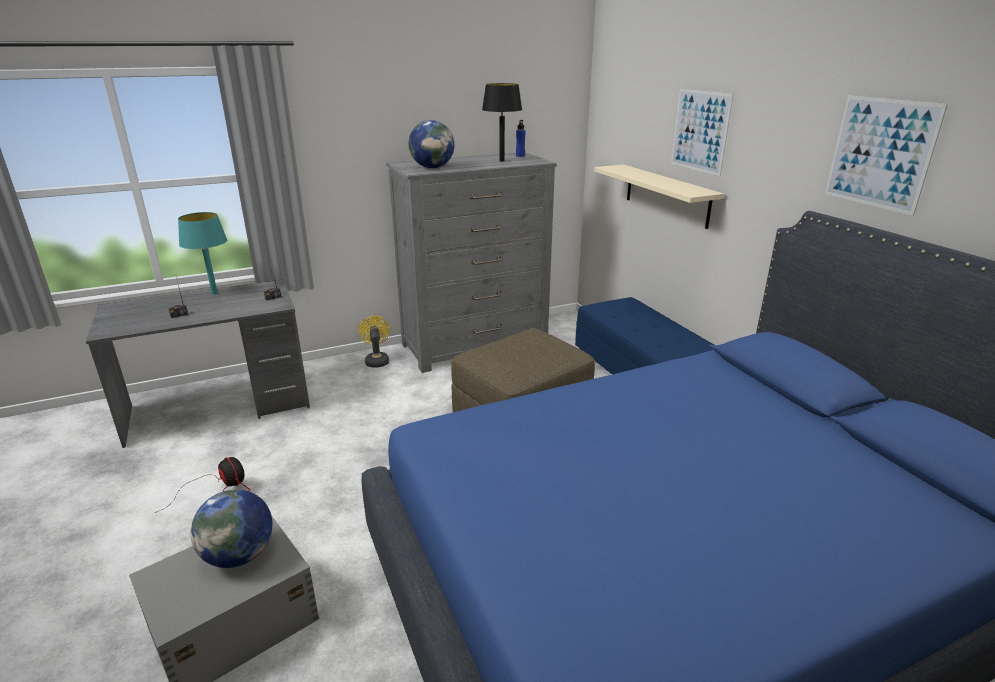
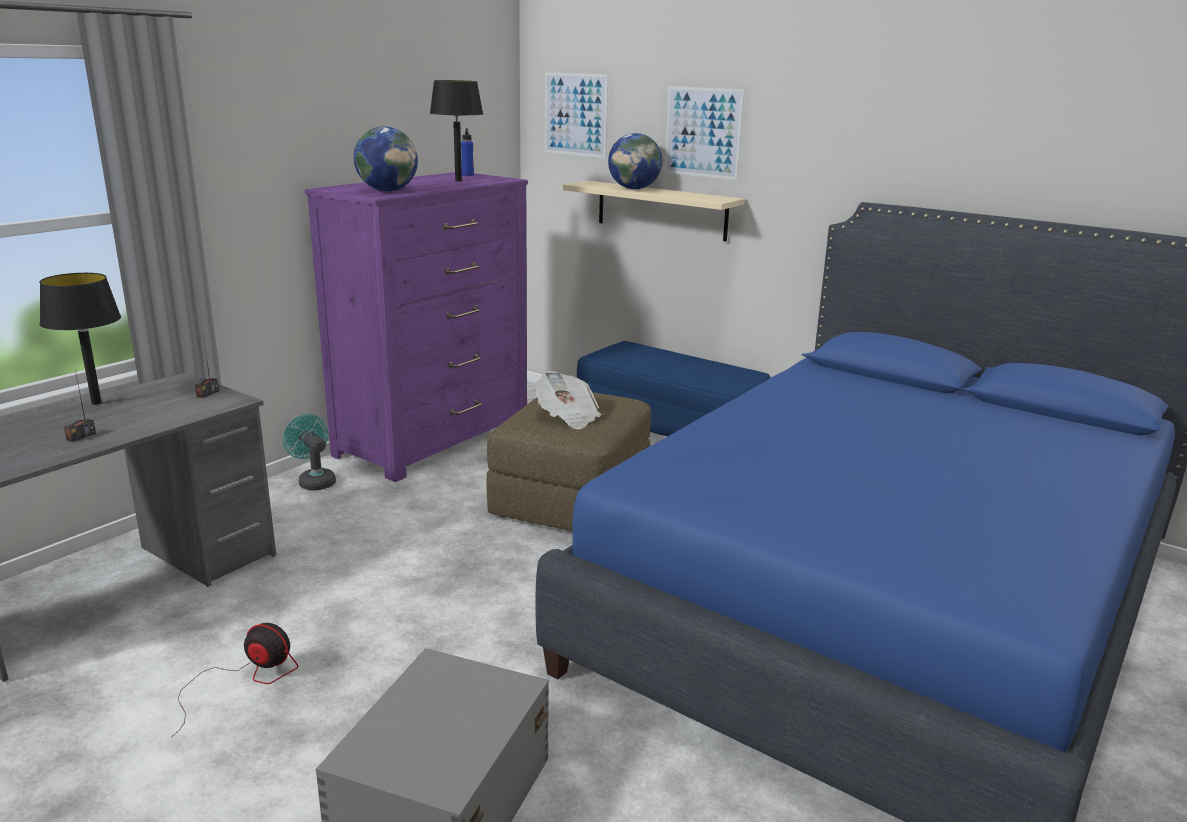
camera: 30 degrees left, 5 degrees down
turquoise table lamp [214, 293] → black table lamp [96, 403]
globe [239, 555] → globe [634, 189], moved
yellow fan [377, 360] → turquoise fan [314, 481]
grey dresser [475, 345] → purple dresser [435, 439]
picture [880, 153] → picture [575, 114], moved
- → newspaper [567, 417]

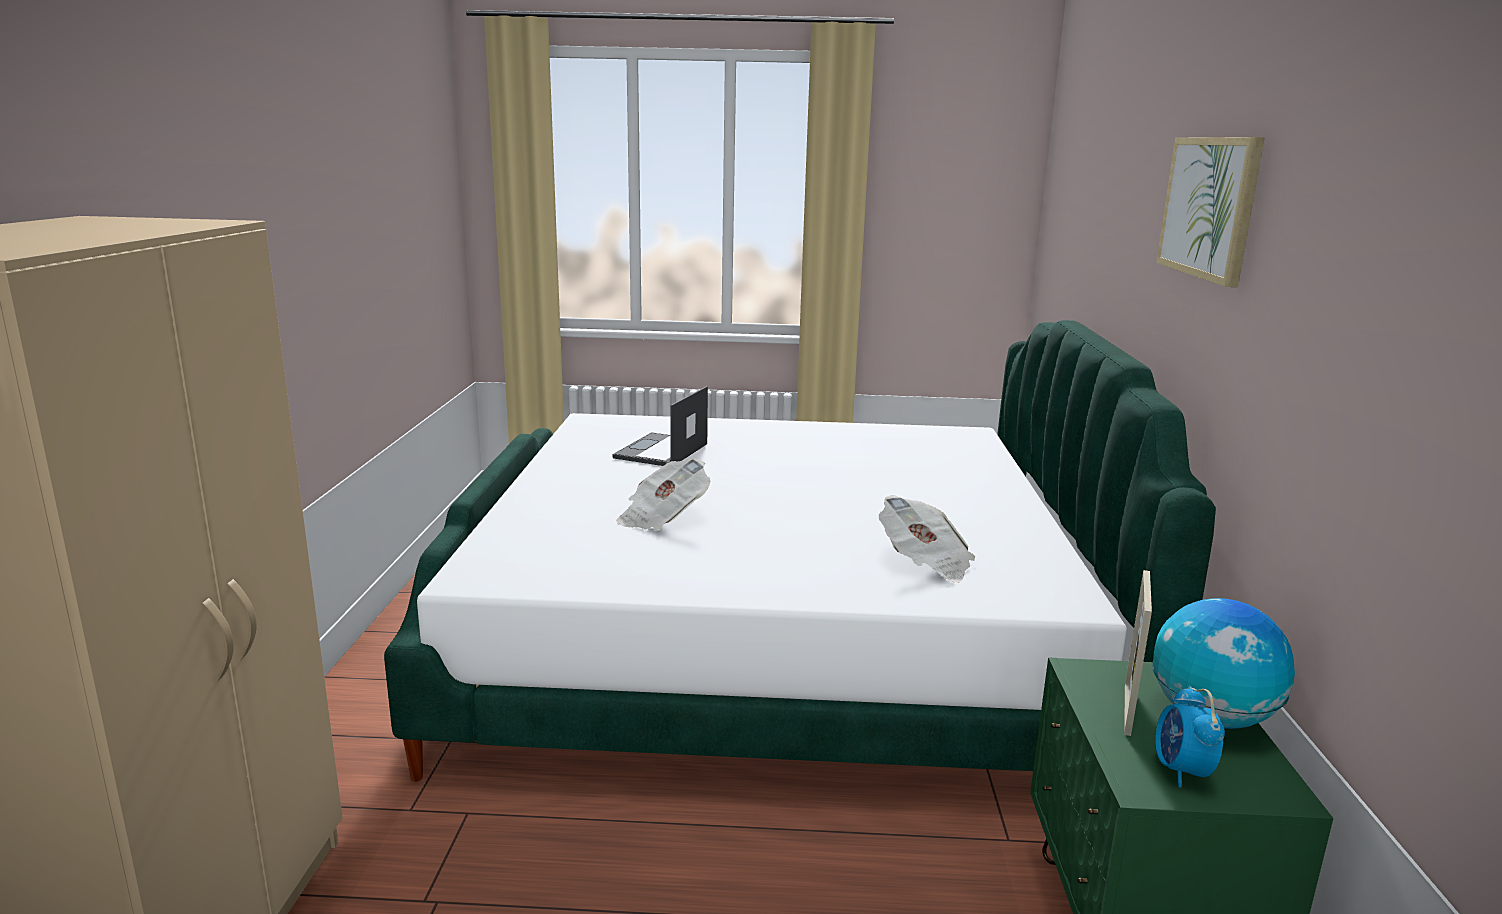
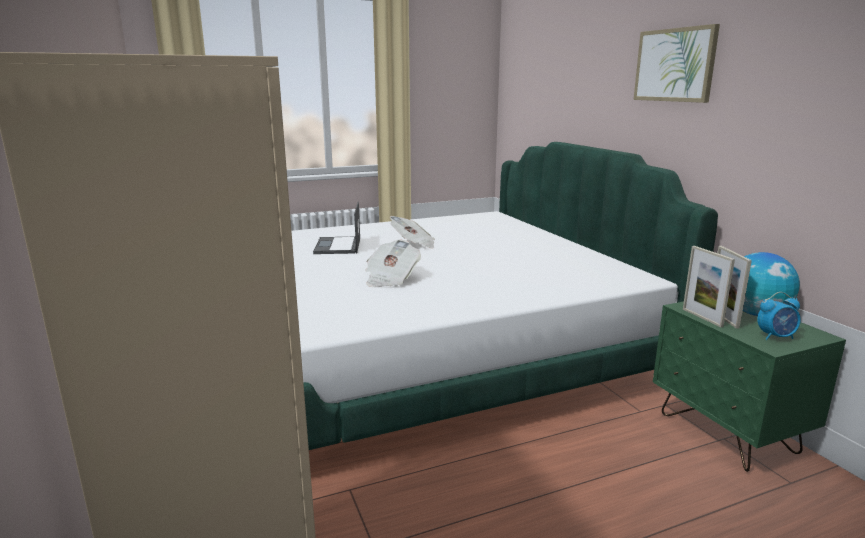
camera: 25 degrees left, 0 degrees up
newspaper [925, 563] → newspaper [413, 244], moved
alarm clock [1181, 771] → alarm clock [776, 337], 75 degrees counterclockwise
- → picture frame [702, 317]

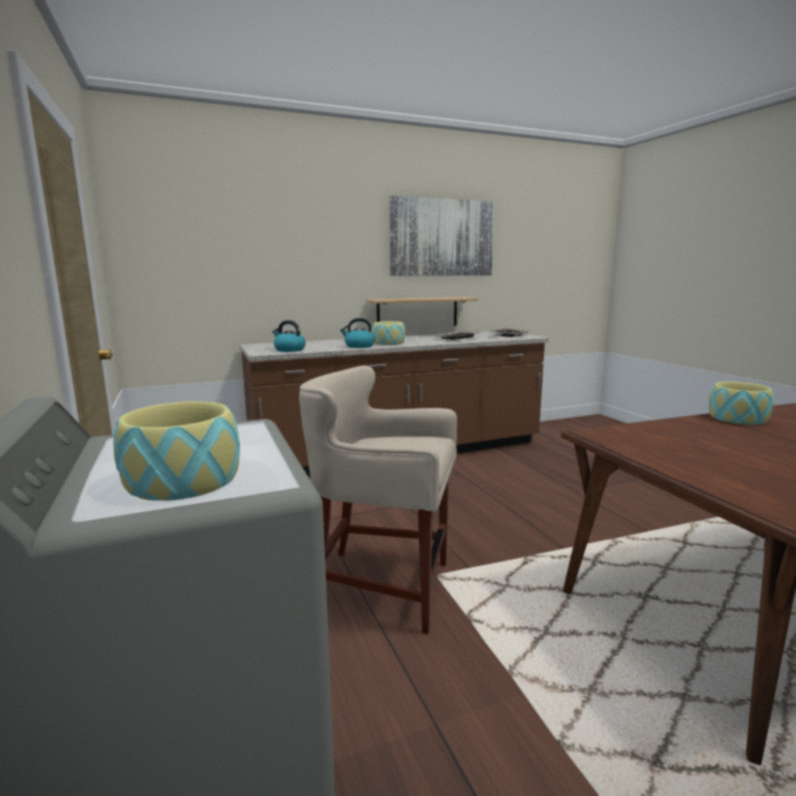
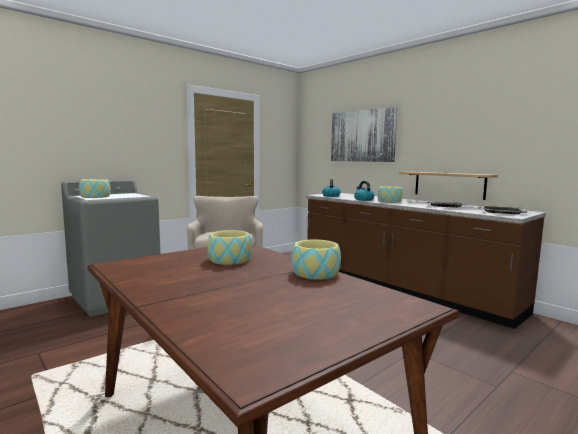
camera: 70 degrees right, 5 degrees down
picture [442, 238] → picture [362, 136], moved
- → bowl [229, 260]

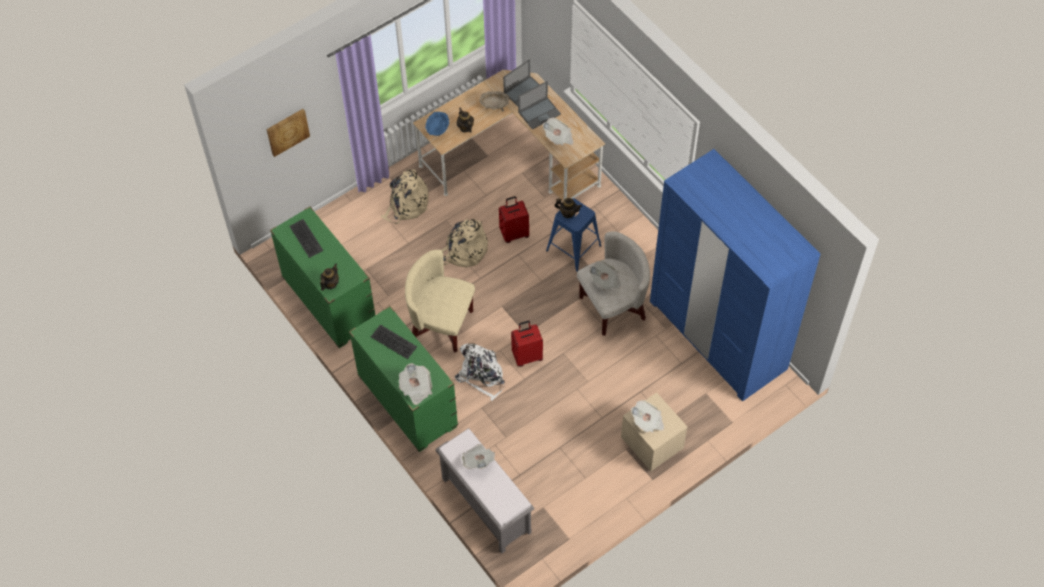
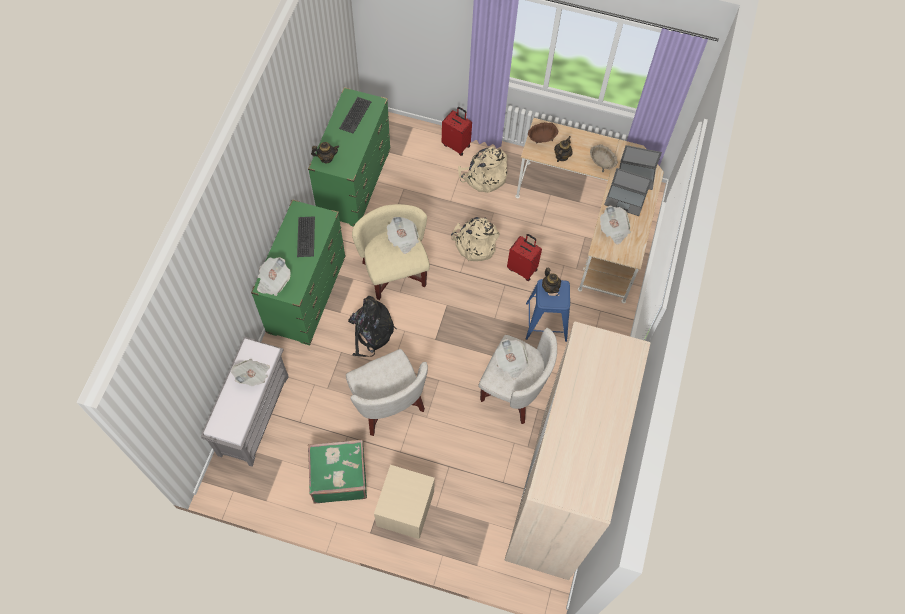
camera: 50 degrees right, 5 degrees up
picture [287, 131] → -
blue bowl [438, 130] → brown bowl [541, 139]
white backpack [481, 375] → black backpack [371, 332]
red suitcase [527, 356] → red suitcase [456, 145], moved
newspaper [647, 421] → newspaper [403, 239], moved
blue wardrobe [717, 335] → beige wardrobe [555, 494]
- → green suitcase [338, 476]
- → white armchair [387, 403]

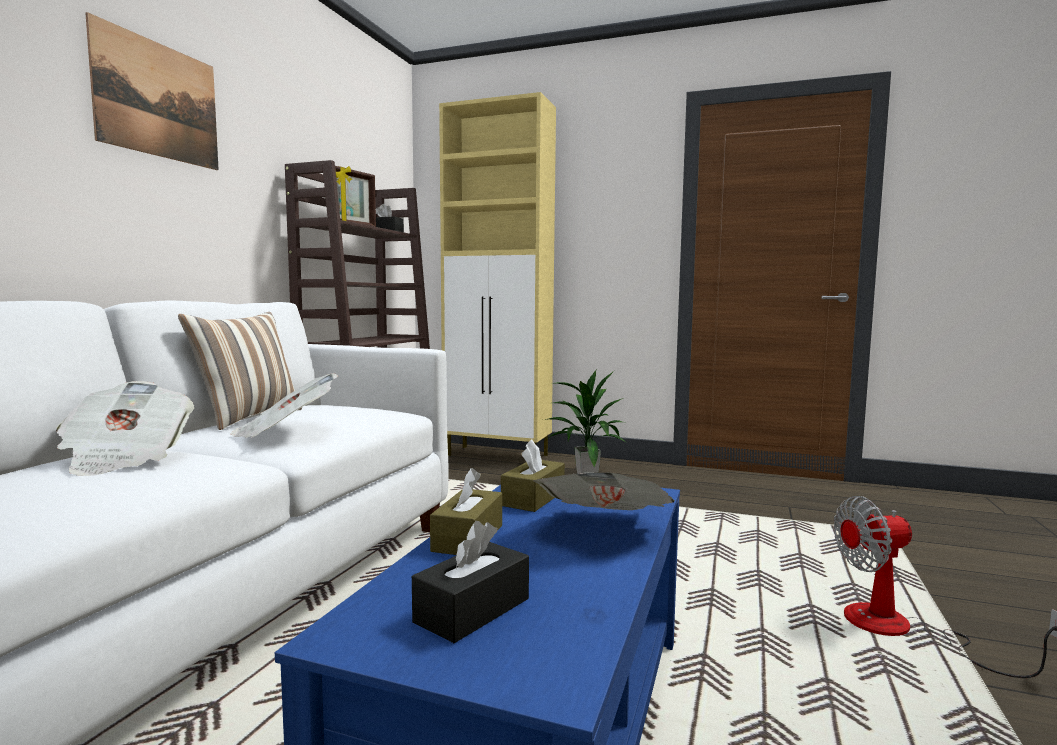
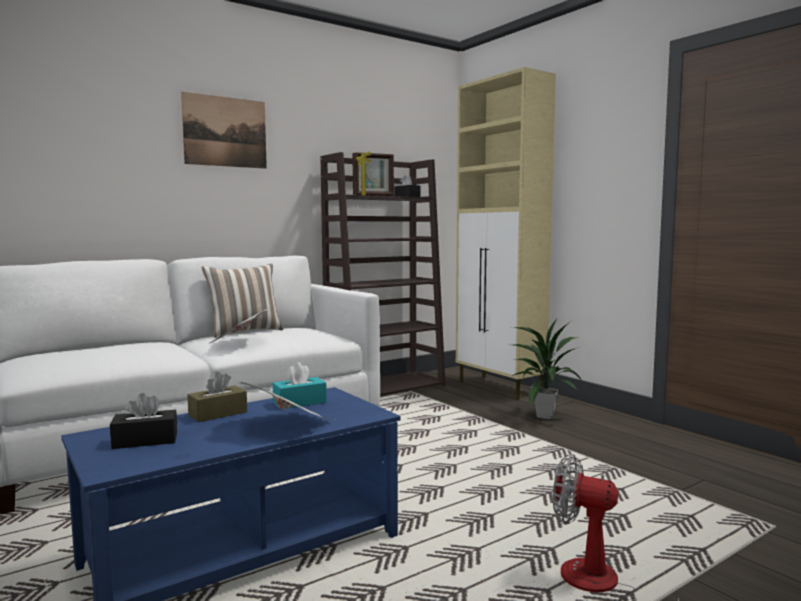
camera: 35 degrees right, 0 degrees up
newspaper [125, 458] → -
brown tissue box [533, 498] → turquoise tissue box [299, 402]

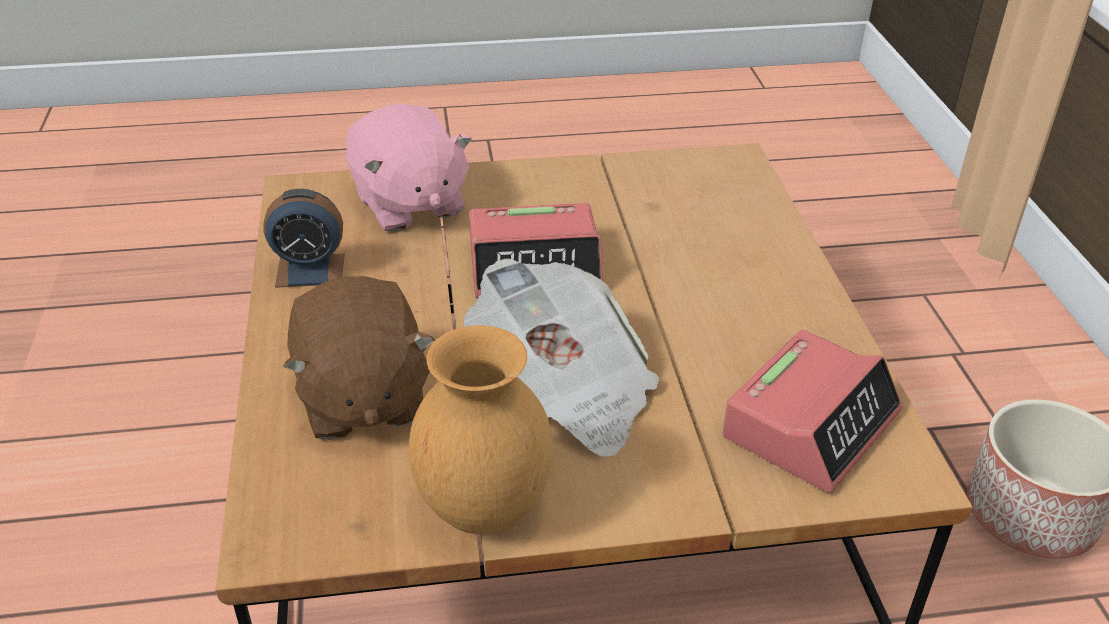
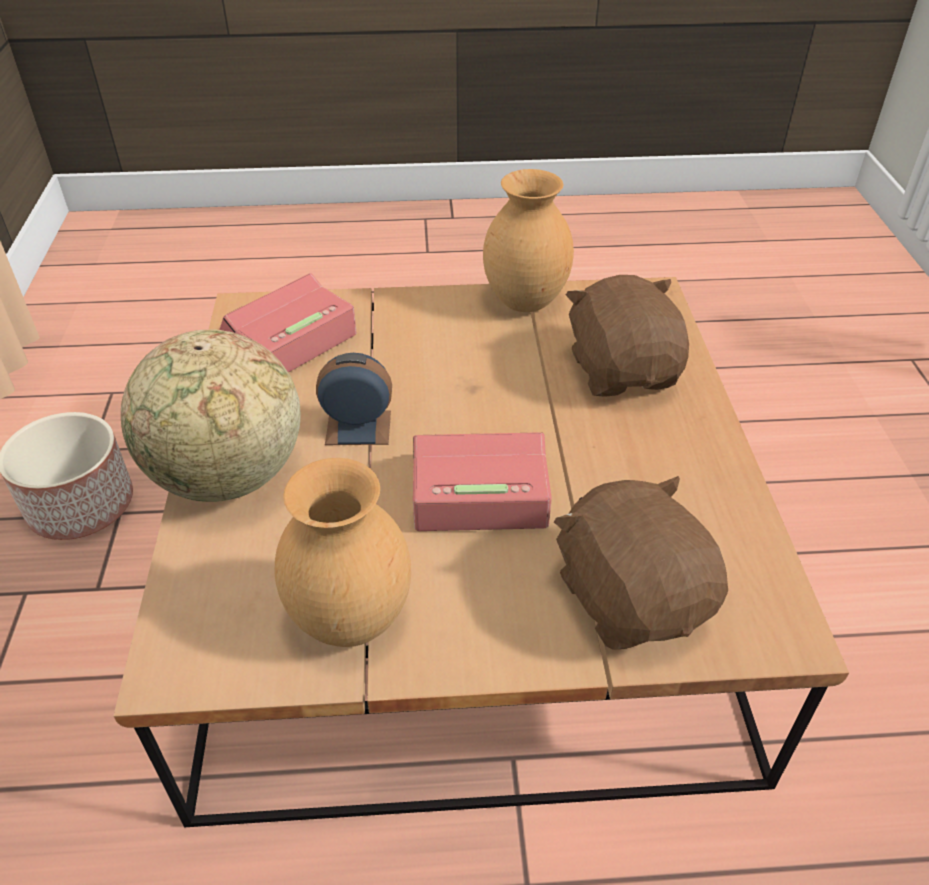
camera: 175 degrees left, 5 degrees up
alarm clock [310, 270] → alarm clock [358, 427], moved
pink plush toy [408, 204] → brown plush toy [631, 597]
newspaper [563, 393] → -
- → globe [228, 477]
- → brown vase [353, 621]

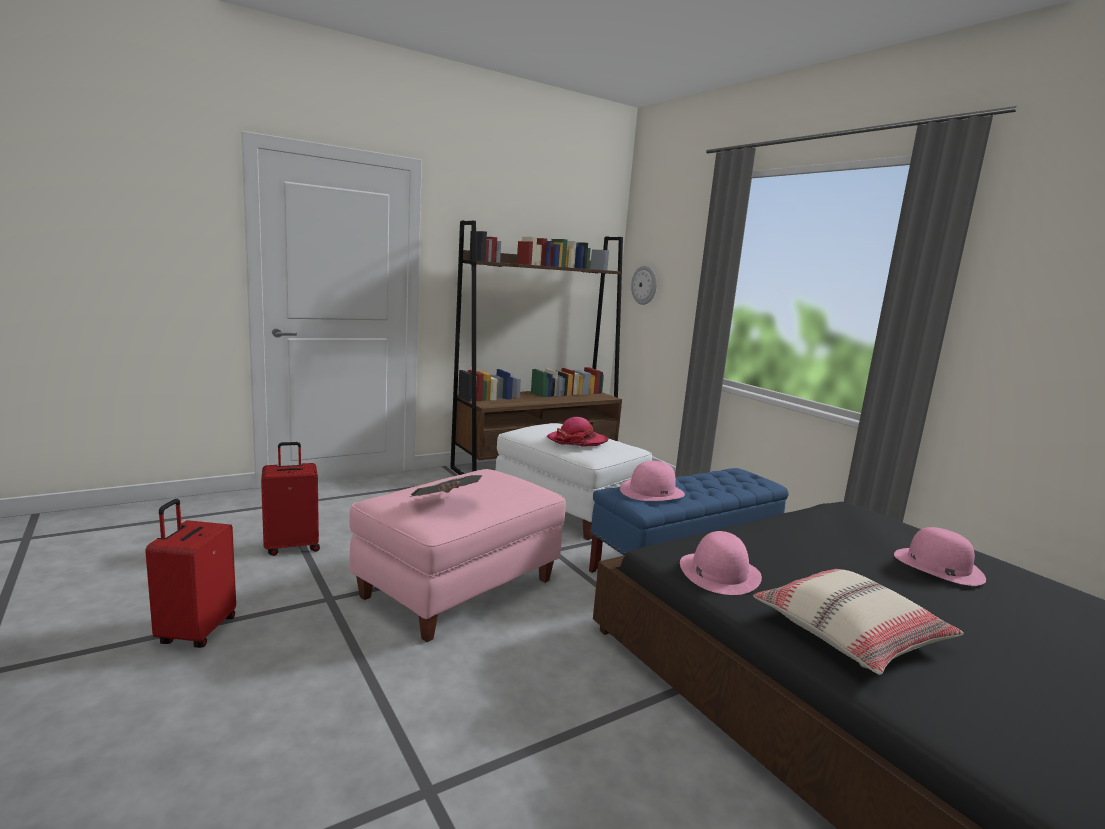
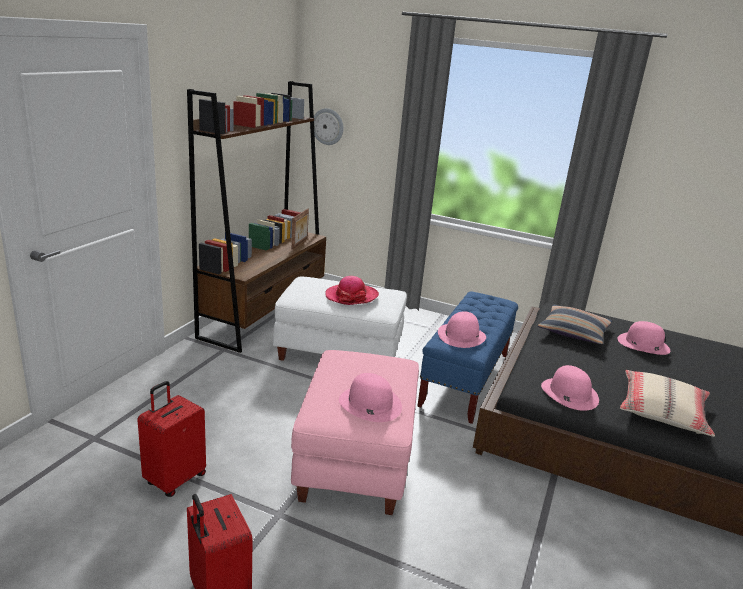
camera: 35 degrees left, 10 degrees up
newspaper [445, 504] → pink hat [369, 403]
- → picture frame [300, 243]
- → pillow [573, 332]

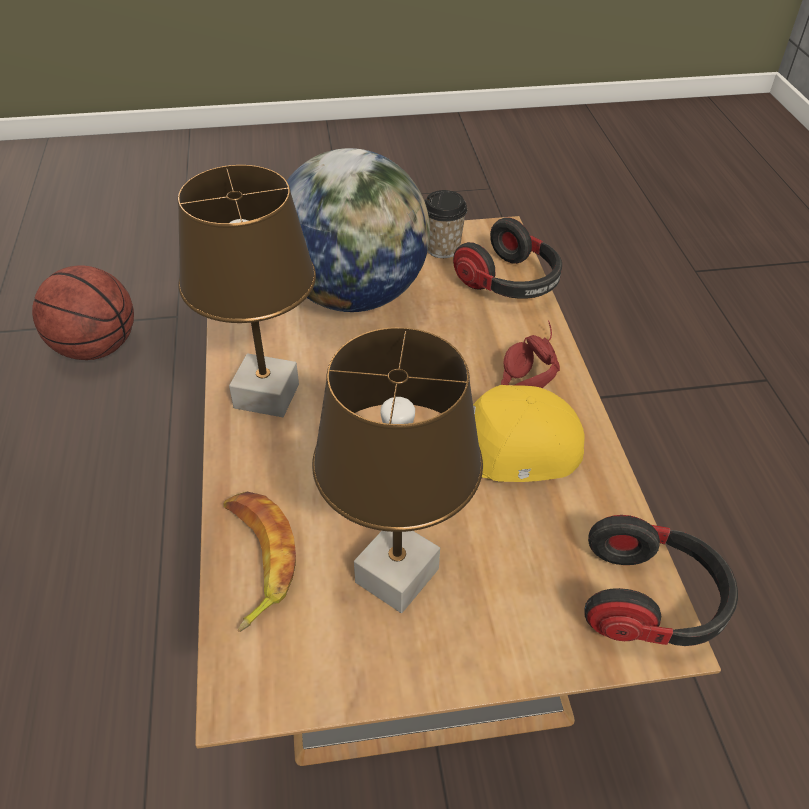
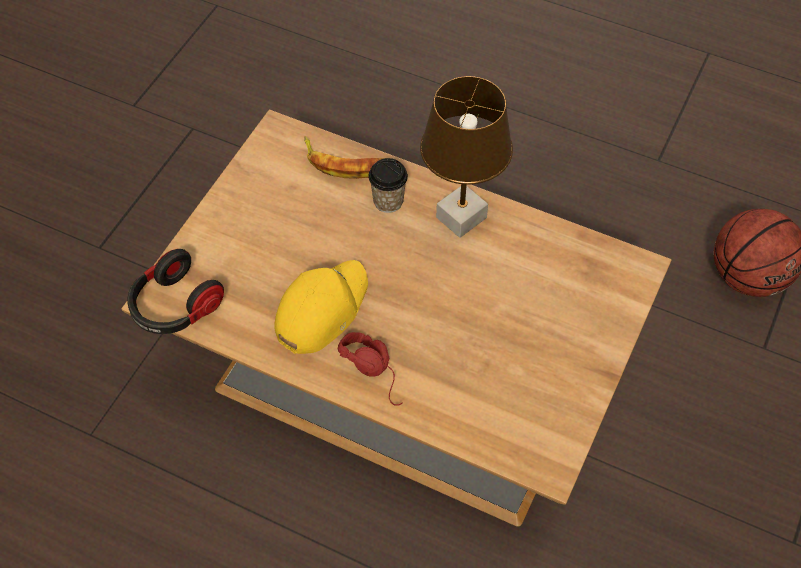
camera: 125 degrees right, 10 degrees up
globe [354, 294] → -
brown table lamp [397, 577] → -
cup [442, 248] → cup [388, 201], moved
headphones [510, 283] → -

